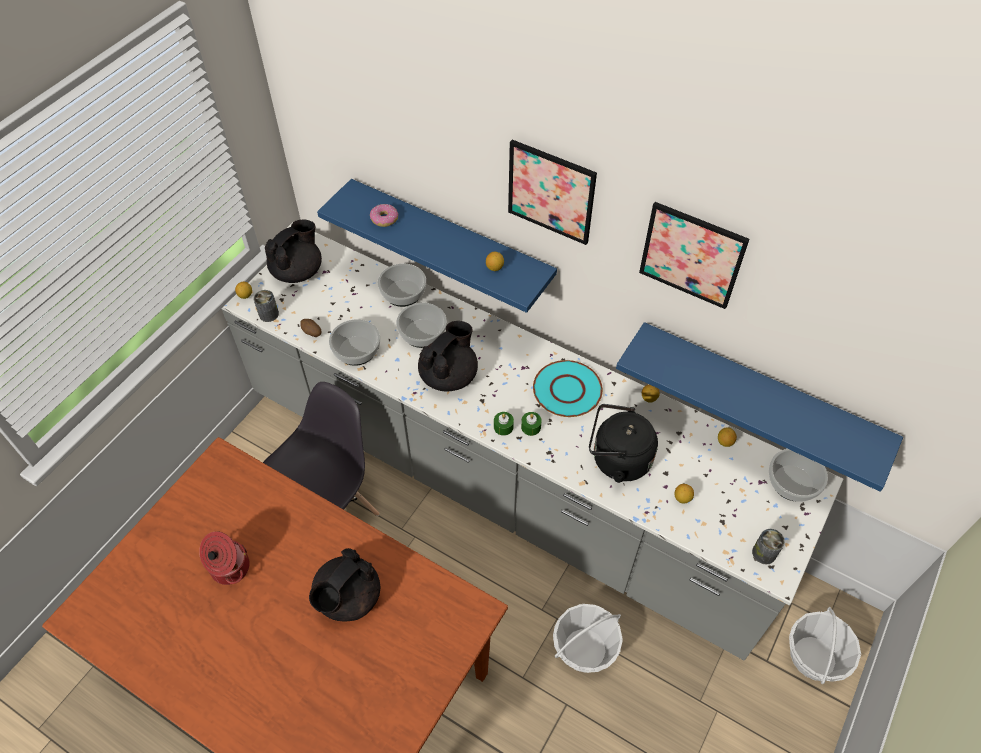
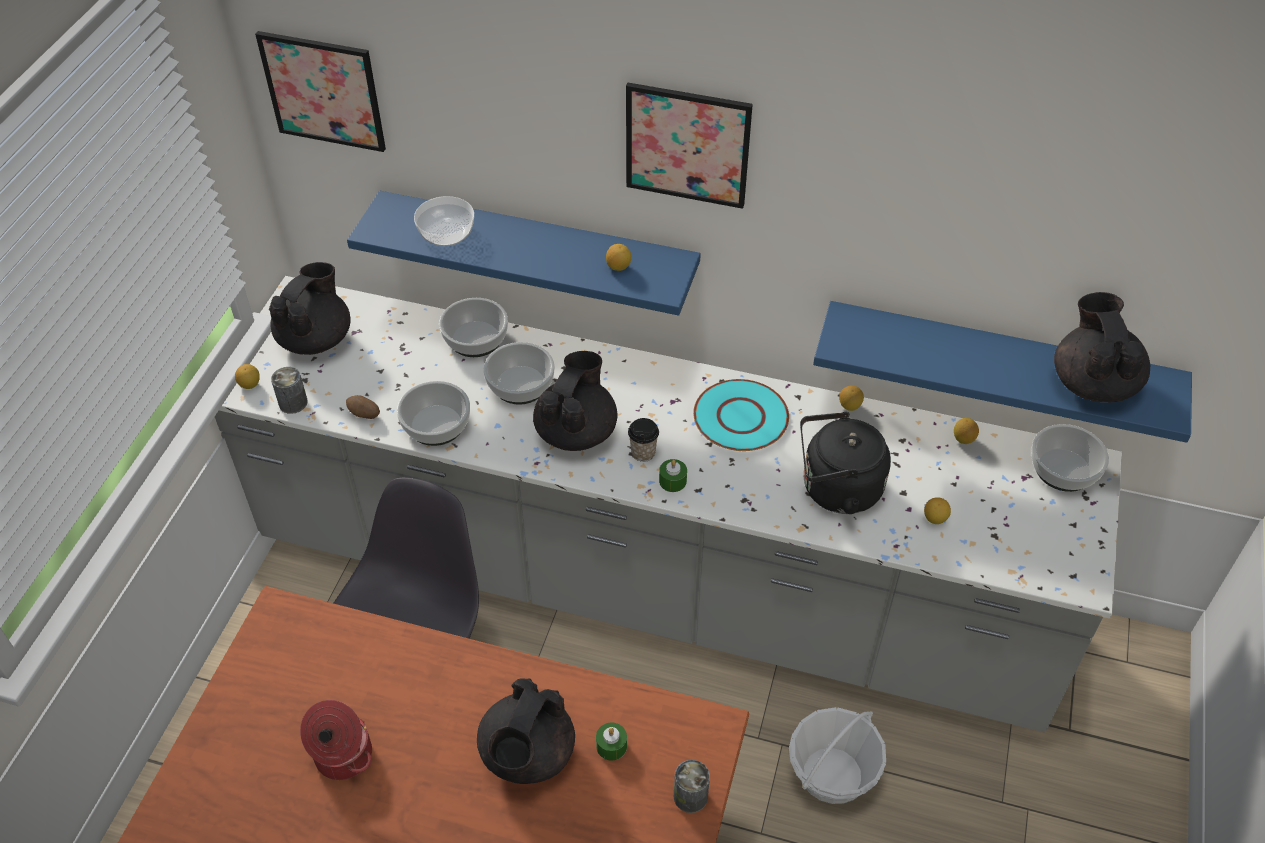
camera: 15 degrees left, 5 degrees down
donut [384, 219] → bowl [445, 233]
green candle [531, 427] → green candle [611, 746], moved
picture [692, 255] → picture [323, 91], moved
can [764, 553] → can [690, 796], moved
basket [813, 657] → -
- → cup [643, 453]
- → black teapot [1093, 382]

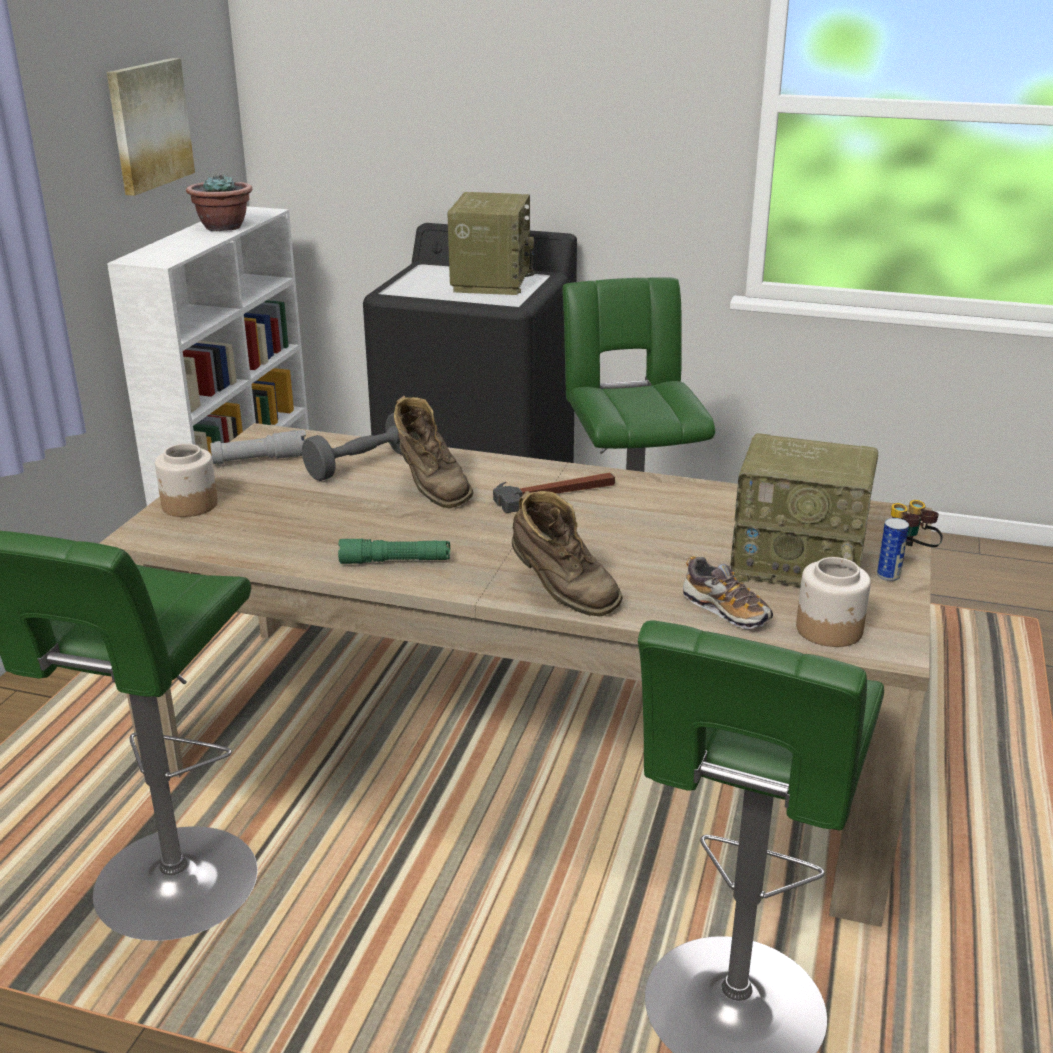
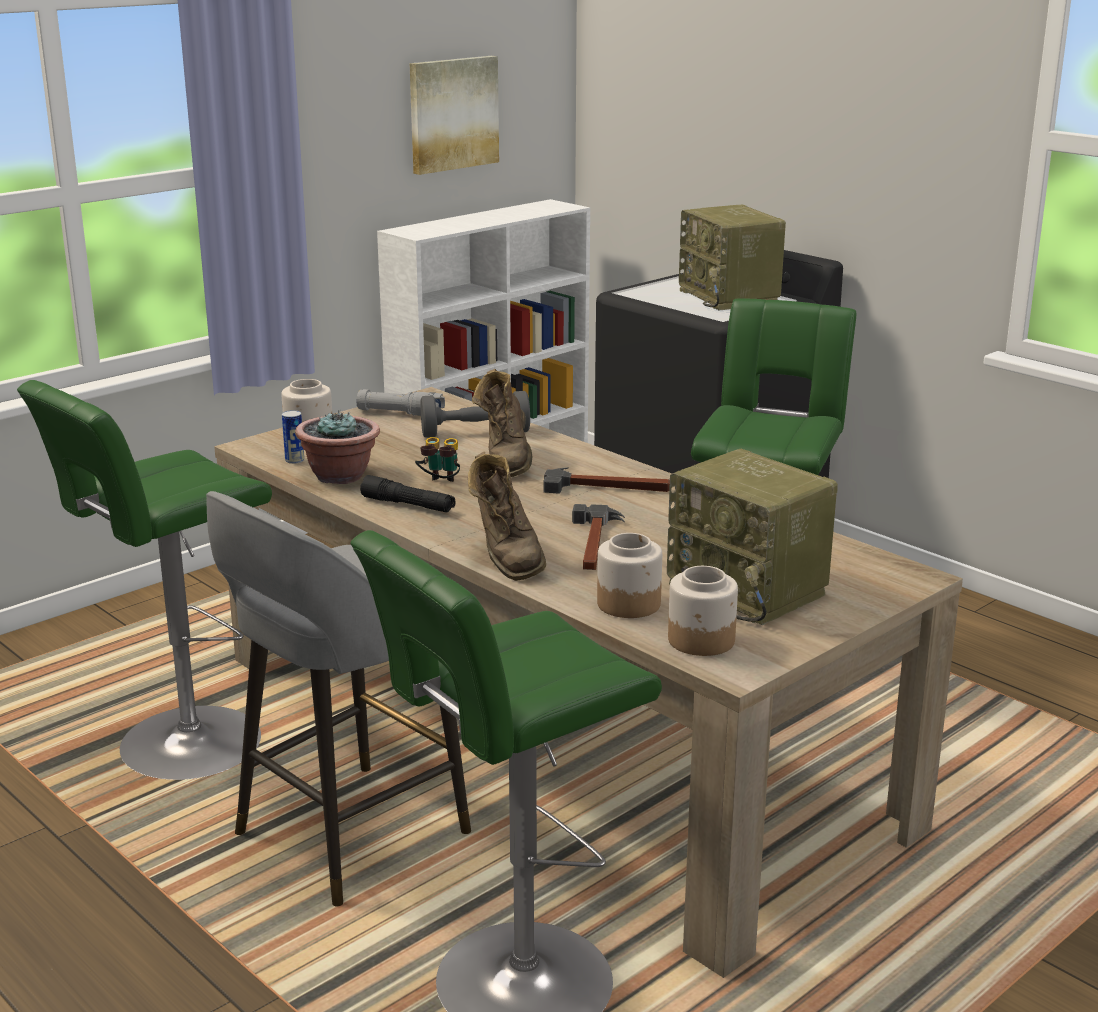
camera: 30 degrees right, 5 degrees down
potted plant [223, 227] → potted plant [340, 476], moved
green flashlight [395, 561] → black flashlight [408, 505]
radio [490, 281] → radio [730, 297], 120 degrees clockwise
shoe [725, 610] → jar [629, 604]
can [888, 576] → can [294, 460], moved
binoculars [909, 554] → binoculars [439, 485], moved
- → grey stool [346, 836]
- → hammer [594, 543]

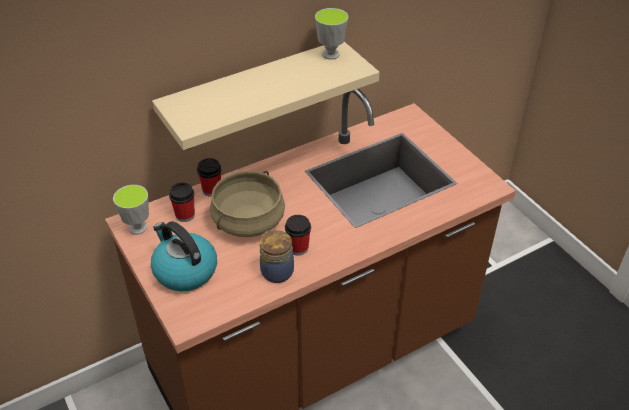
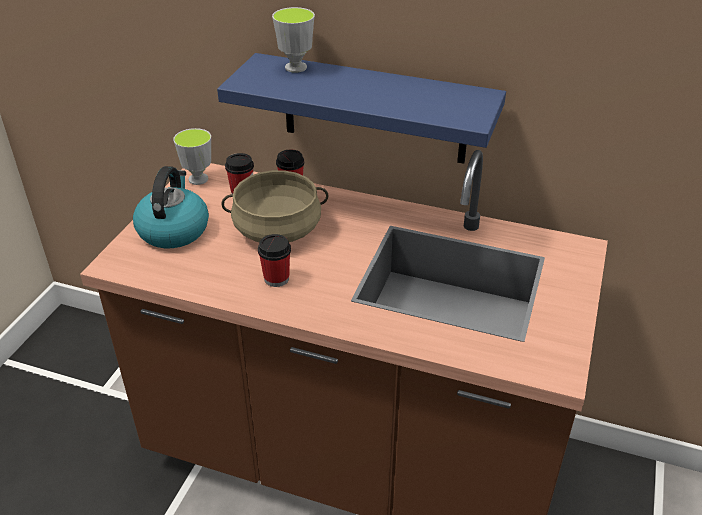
camera: 50 degrees right, 5 degrees down
beige shelf [253, 96] → blue shelf [374, 109]
jar [276, 271] → -
cup [330, 54] → cup [296, 67], moved

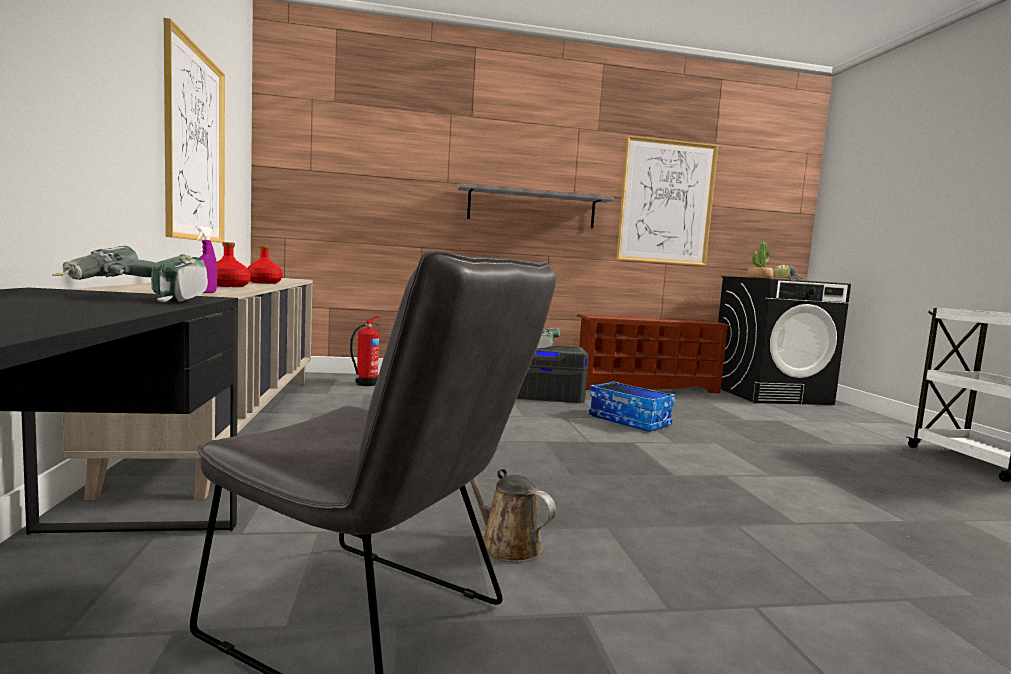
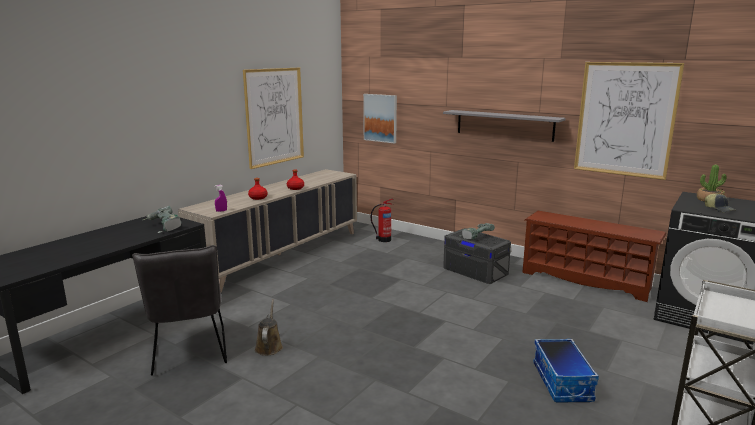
camera: 45 degrees right, 10 degrees up
storage box [630, 420] → storage box [563, 382], moved
- → picture [380, 118]

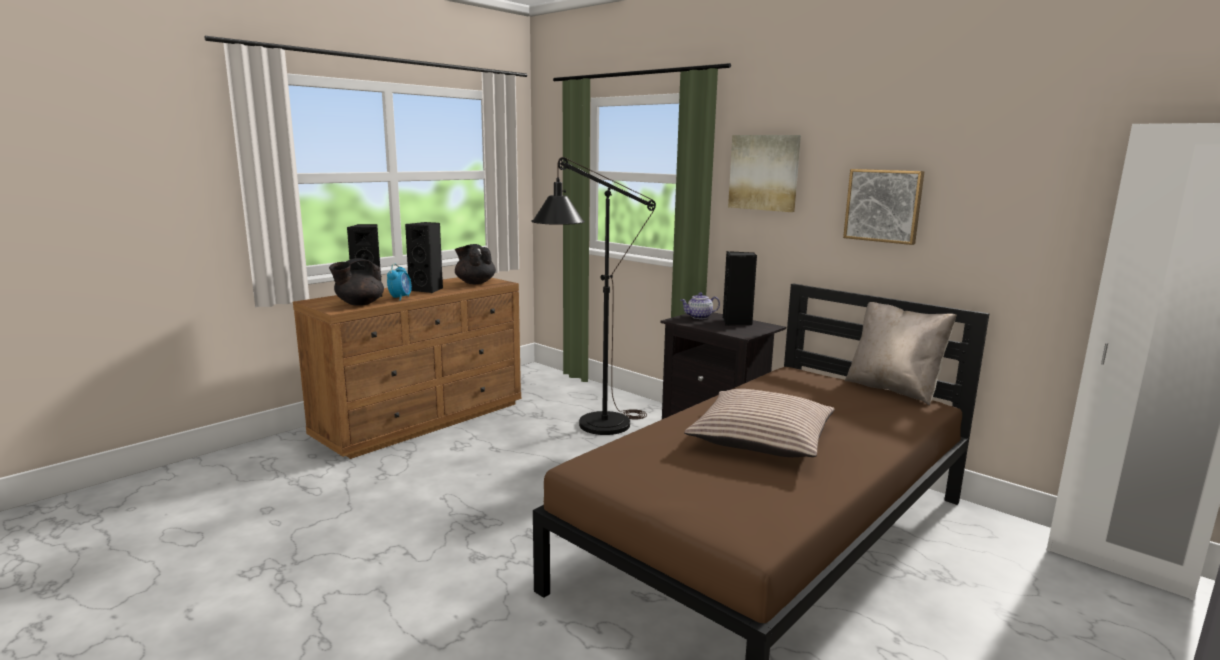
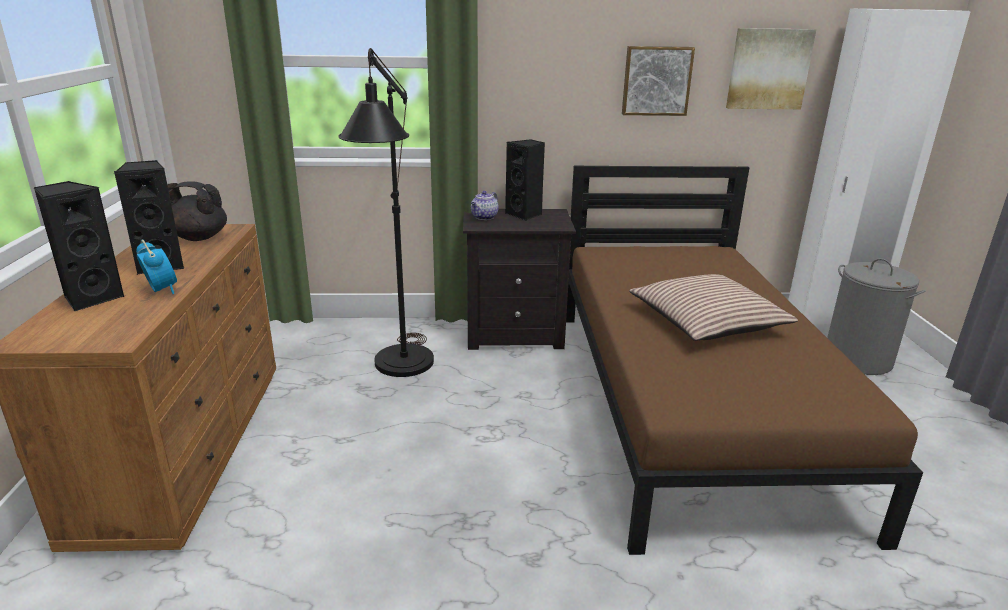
camera: 45 degrees left, 10 degrees up
black teapot [359, 304] → -
picture [764, 172] → picture [768, 69], moved
beige pillow [893, 389] → -
- → grey laundry basket [858, 359]

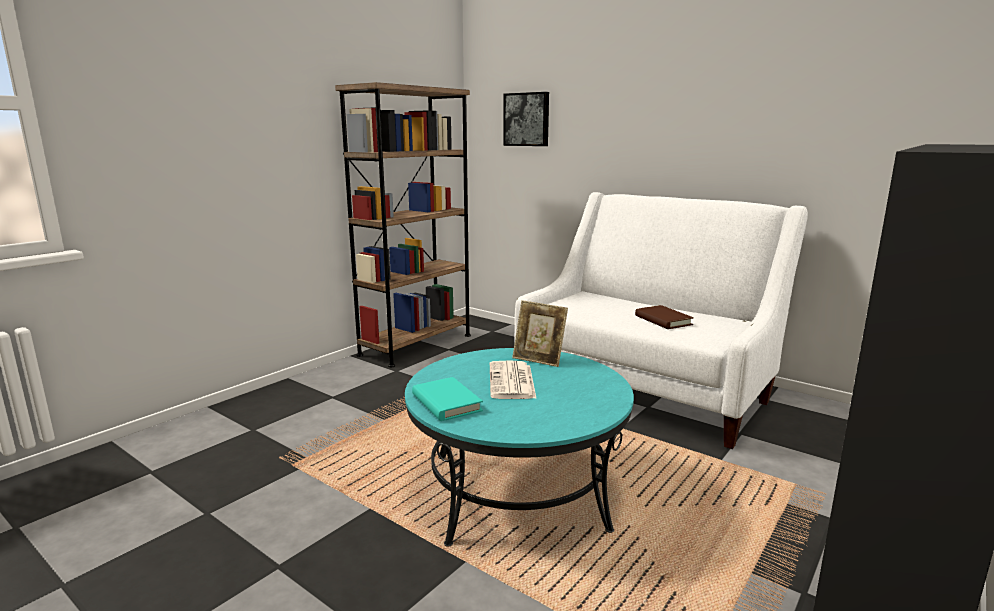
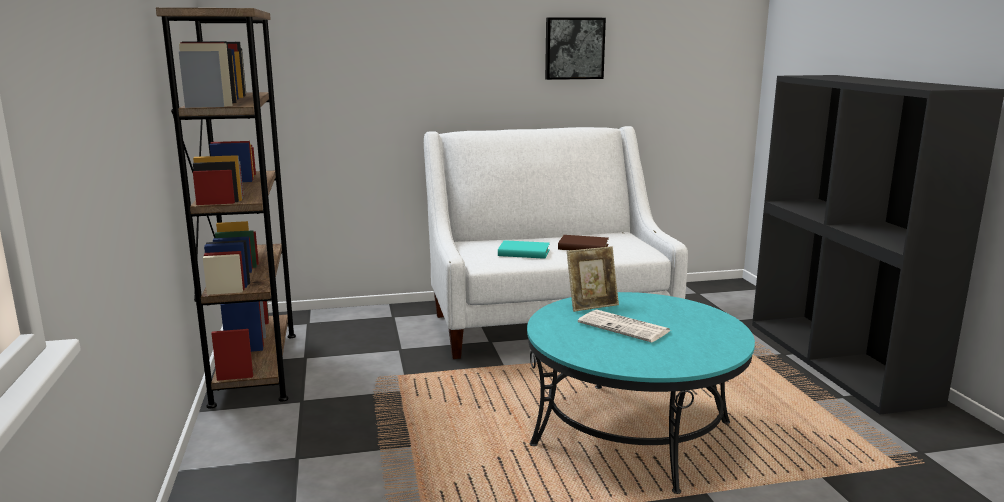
camera: 50 degrees left, 0 degrees up
turquoise book [446, 403] → turquoise book [524, 253], moved
picture [527, 119] → picture [574, 48], moved

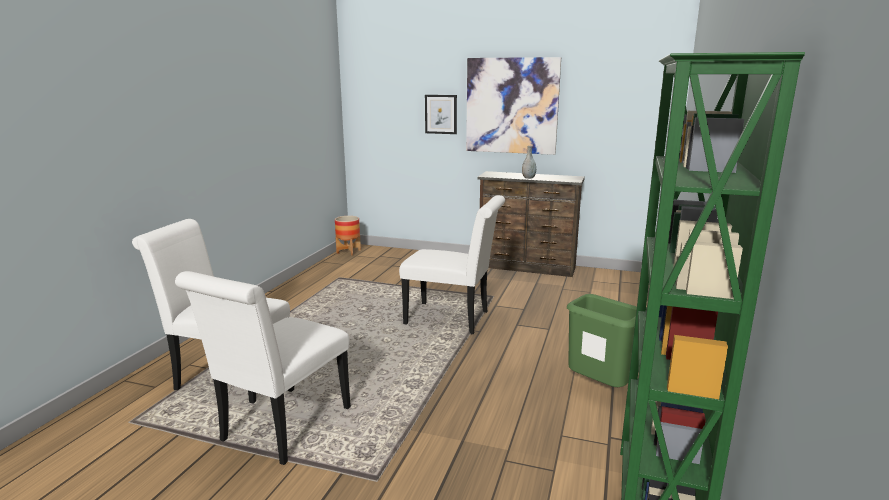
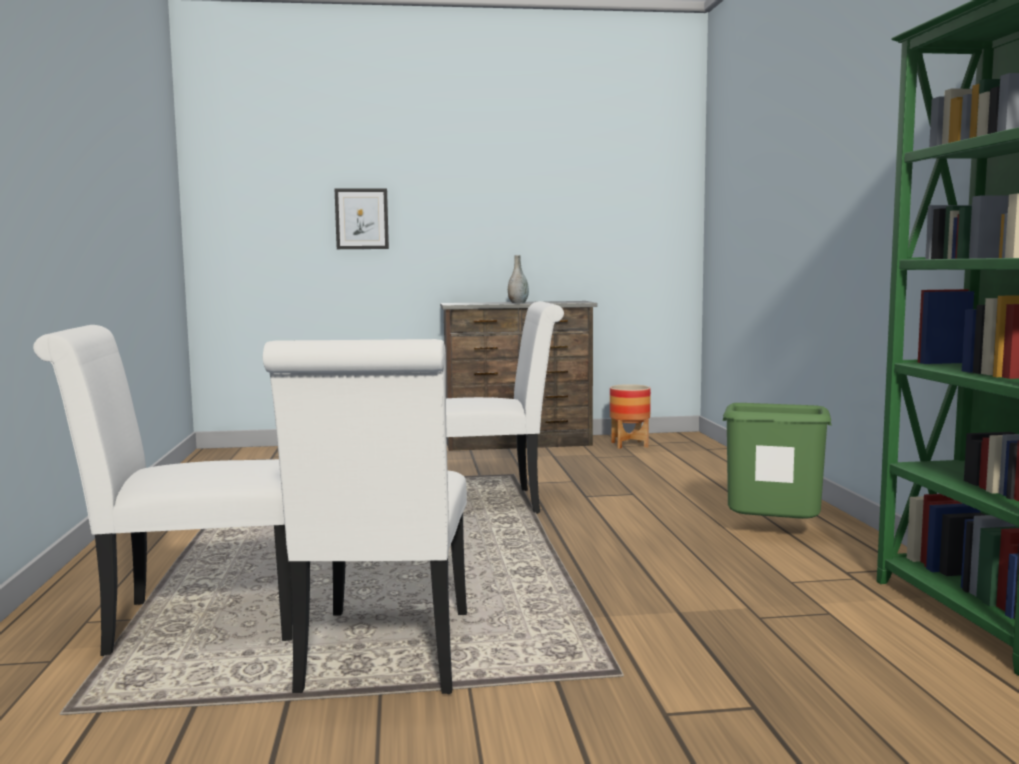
camera: 25 degrees left, 10 degrees down
planter [348, 252] → planter [629, 445], moved
picture [512, 106] → -

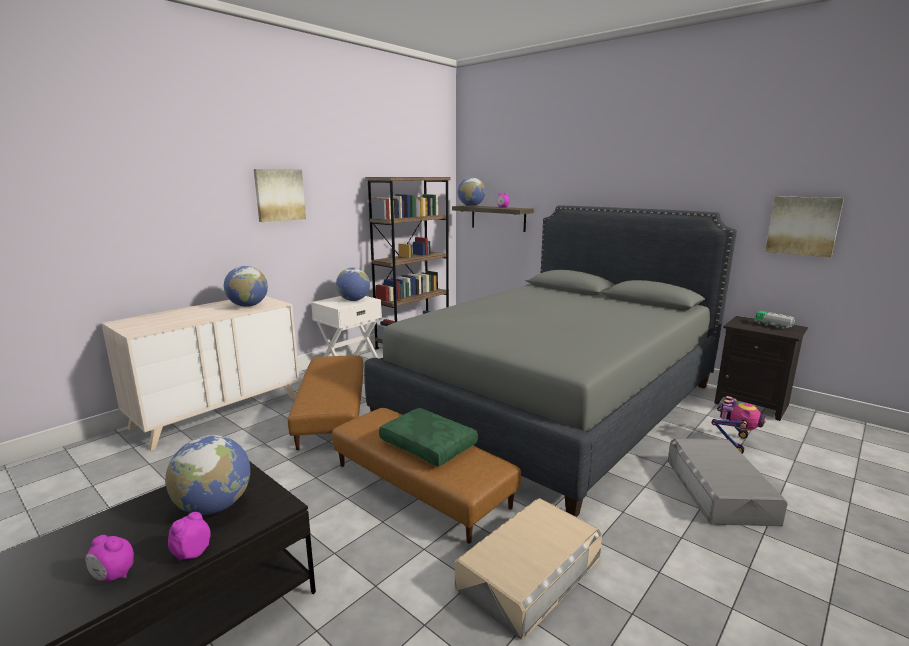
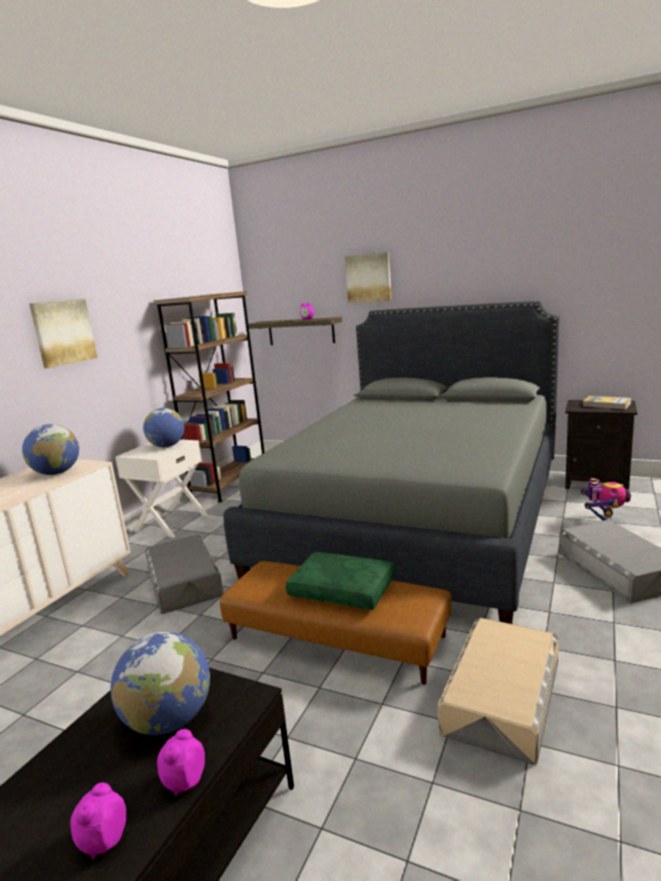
camera: 15 degrees left, 0 degrees up
alarm clock [113, 576] → alarm clock [103, 841], 105 degrees clockwise
brown ottoman [331, 412] → grey storage box [183, 581]
globe [471, 206] → -
toy truck [773, 326] → book [606, 404]
picture [803, 226] → picture [368, 278], moved

